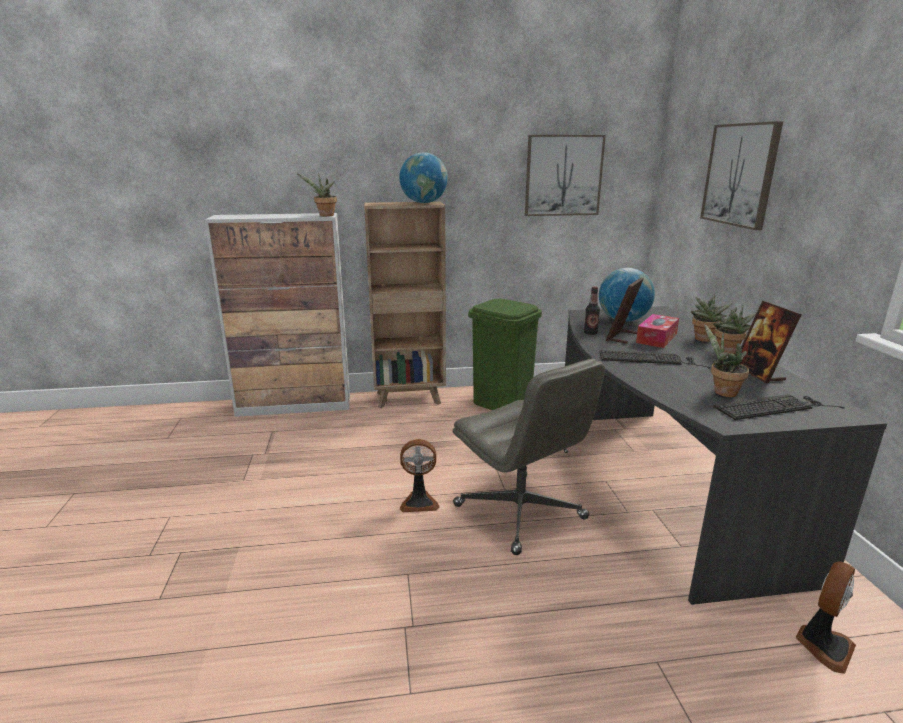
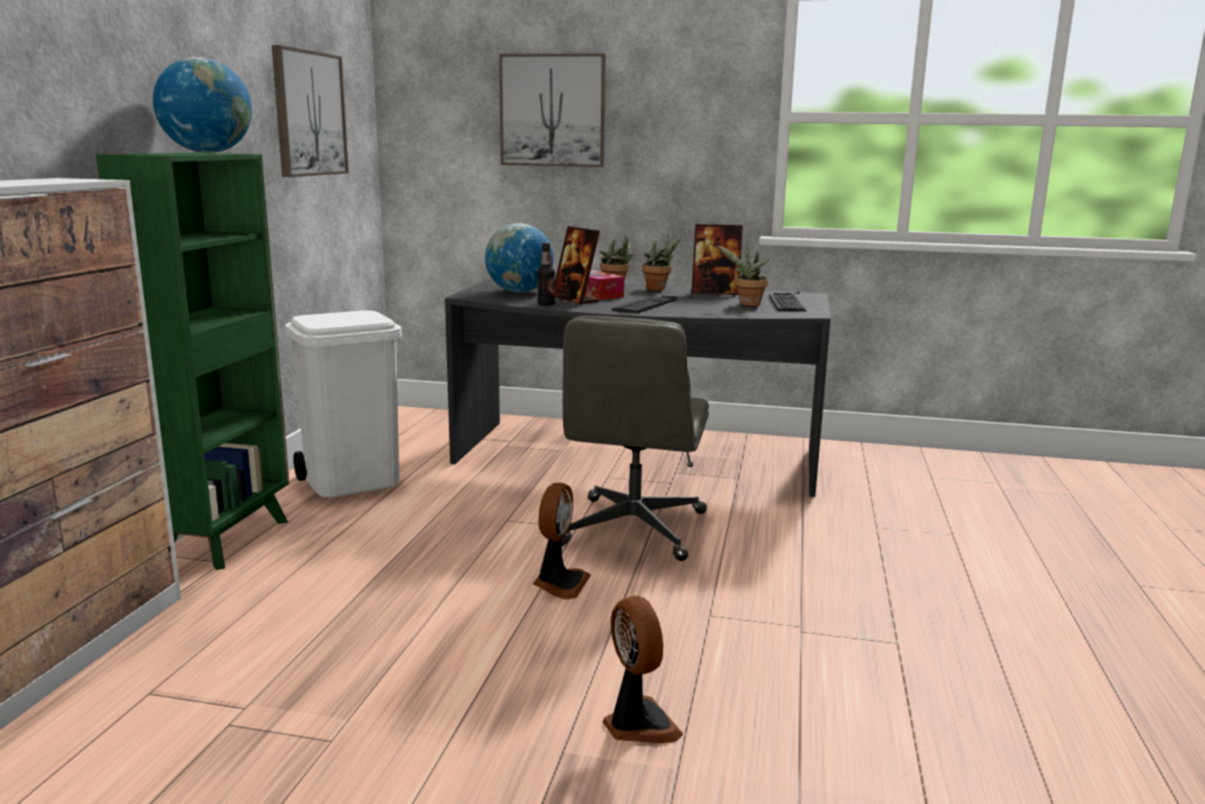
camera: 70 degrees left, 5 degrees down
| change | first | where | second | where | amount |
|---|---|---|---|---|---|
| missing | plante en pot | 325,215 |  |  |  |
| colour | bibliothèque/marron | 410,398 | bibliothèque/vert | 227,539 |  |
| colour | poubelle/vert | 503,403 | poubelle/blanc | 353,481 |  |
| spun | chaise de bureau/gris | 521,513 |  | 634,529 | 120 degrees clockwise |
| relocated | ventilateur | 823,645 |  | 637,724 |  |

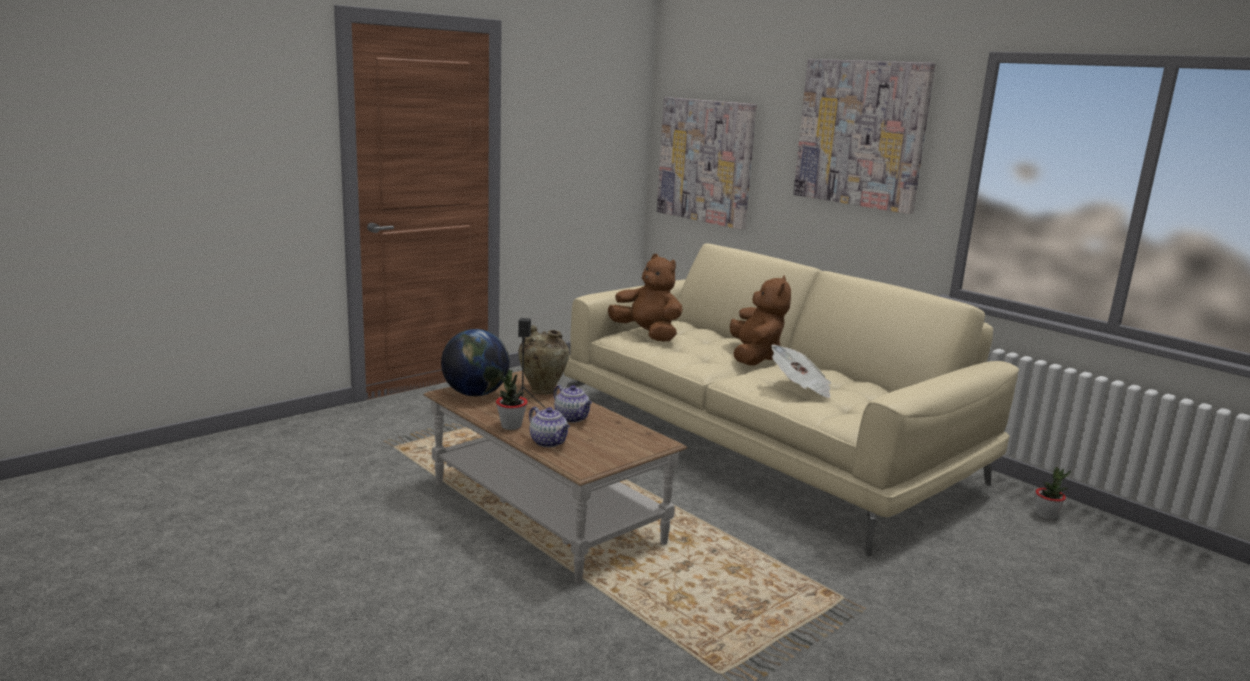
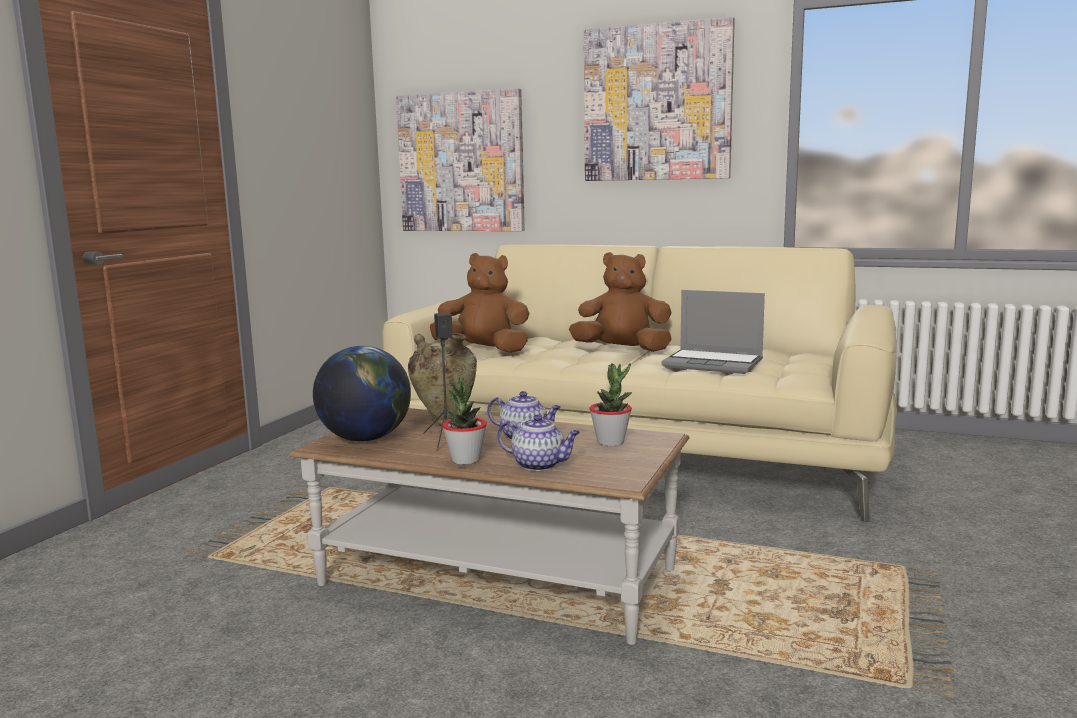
camera: 25 degrees left, 5 degrees down
| change | first | where | second | where | amount |
|---|---|---|---|---|---|
| spun | peluche/marron | 754,357 |  | 622,350 | 60 degrees counterclockwise |
| exchanged | journal | 800,388 | ordinateur portable | 714,363 |  |
| relocated | plante en pot | 1046,515 |  | 610,442 |  |

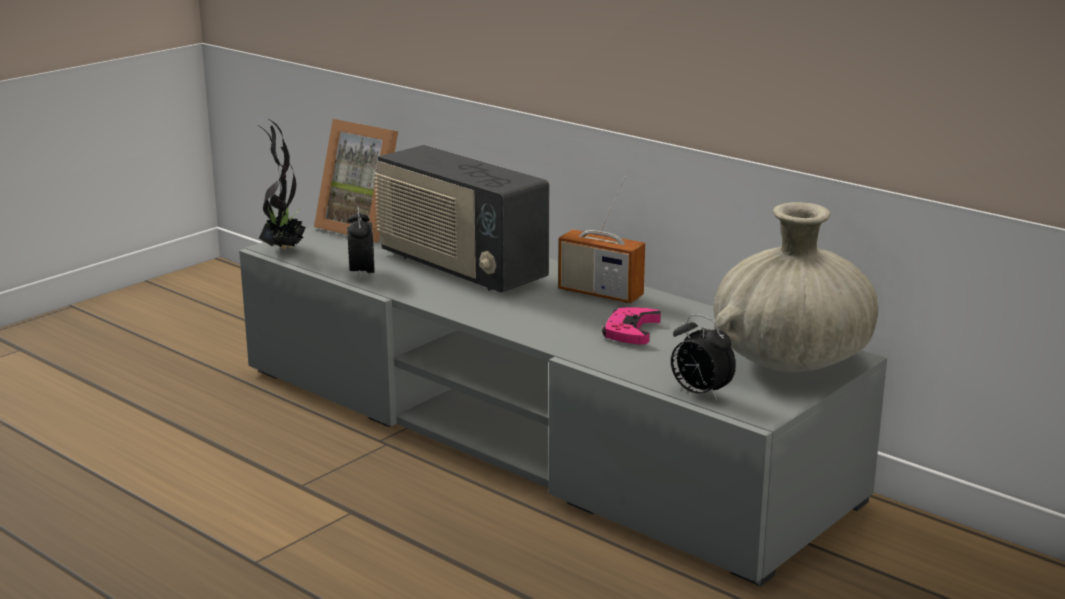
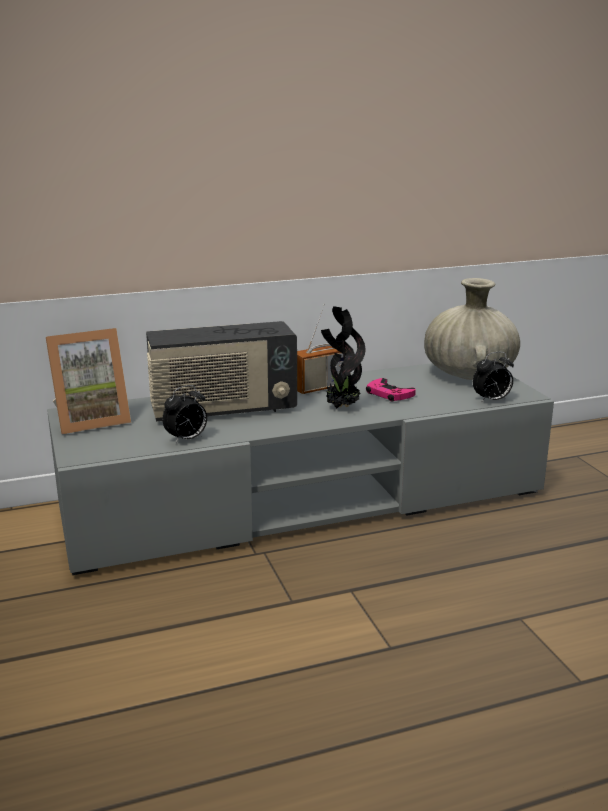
camera: 60 degrees left, 0 degrees up
| change | first | where | second | where | amount |
|---|---|---|---|---|---|
| relocated | plante en pot | 284,248 |  | 341,407 |  |
| spun | réveil | 361,274 |  | 187,439 | 60 degrees counterclockwise |

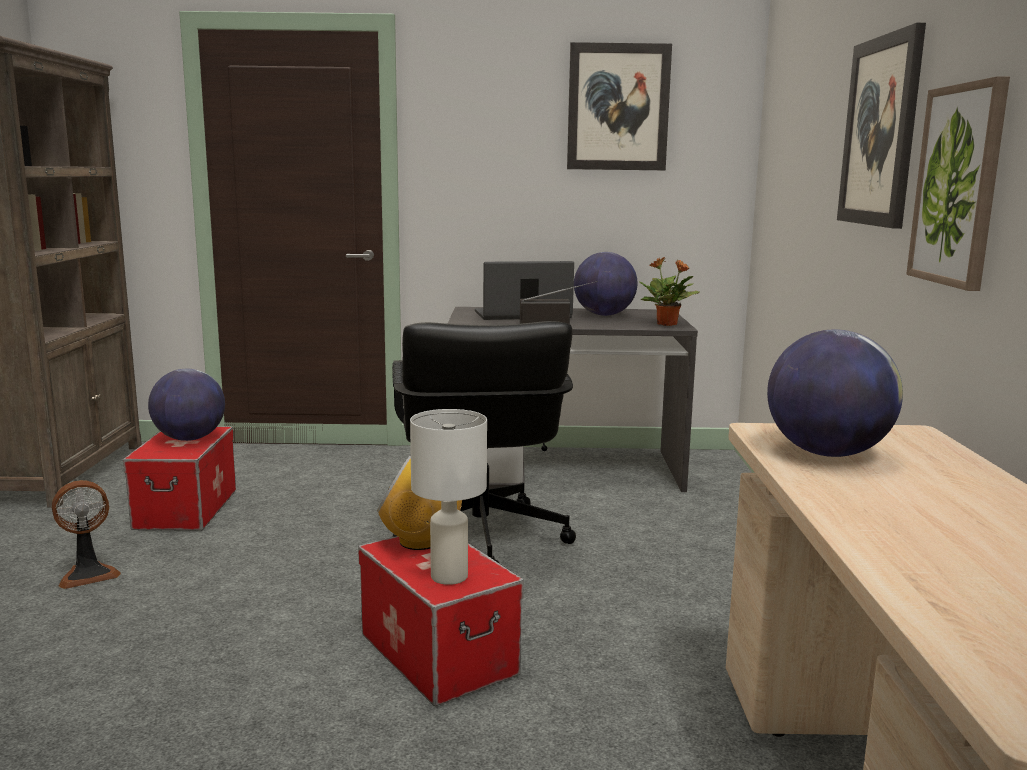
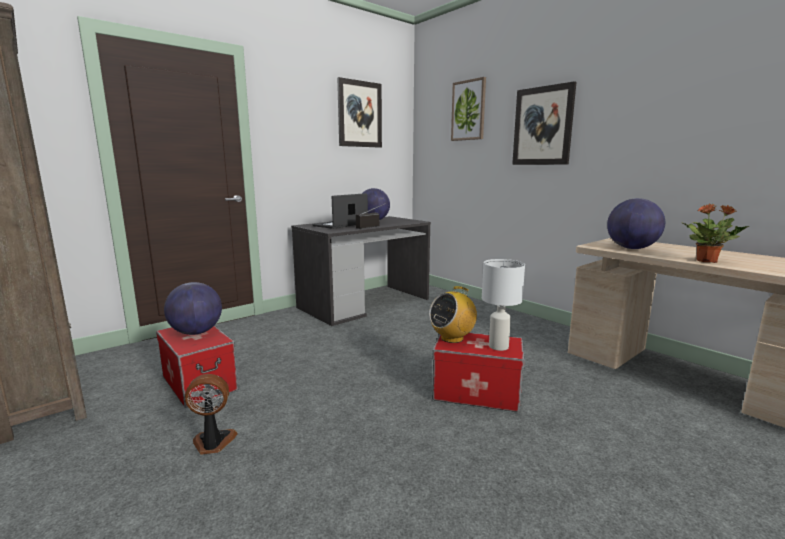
camera: 40 degrees left, 0 degrees up
| change | first | where | second | where | amount |
|---|---|---|---|---|---|
| relocated | tableau | 958,185 |  | 468,110 |  |
| relocated | plante en pot | 667,324 |  | 707,261 |  |
| missing | chaise de bureau/noir | 479,538 |  |  |  |
| spun | ventilateur | 88,574 |  | 213,443 | 120 degrees counterclockwise |

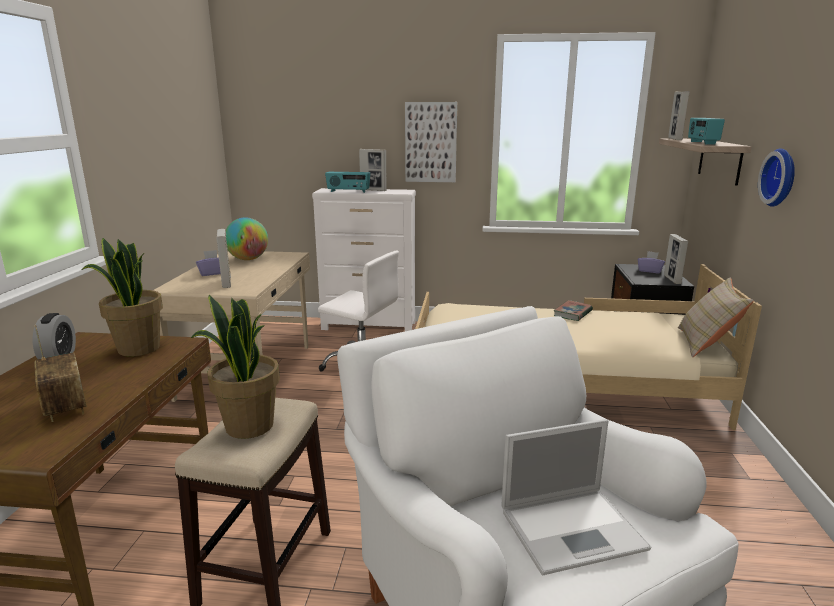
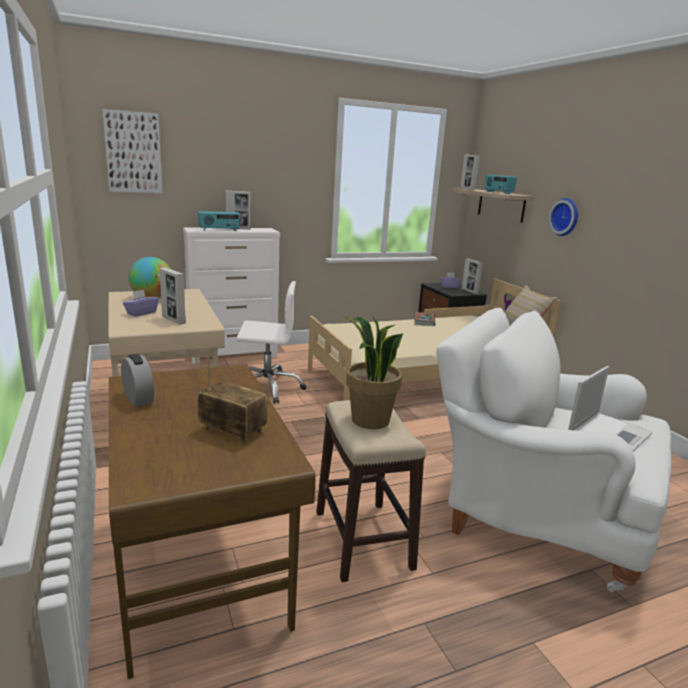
camera: 30 degrees left, 0 degrees up
| change | first | where | second | where | amount |
|---|---|---|---|---|---|
| relocated | tableau | 430,142 |  | 133,152 |  |
| missing | plante en pot | 138,348 |  |  |  |

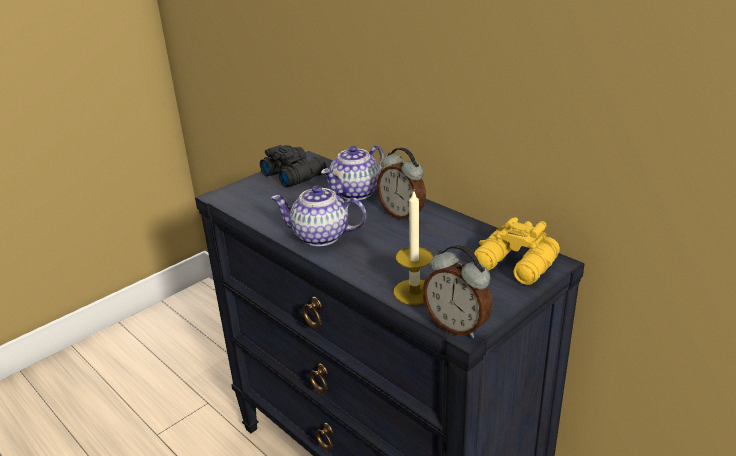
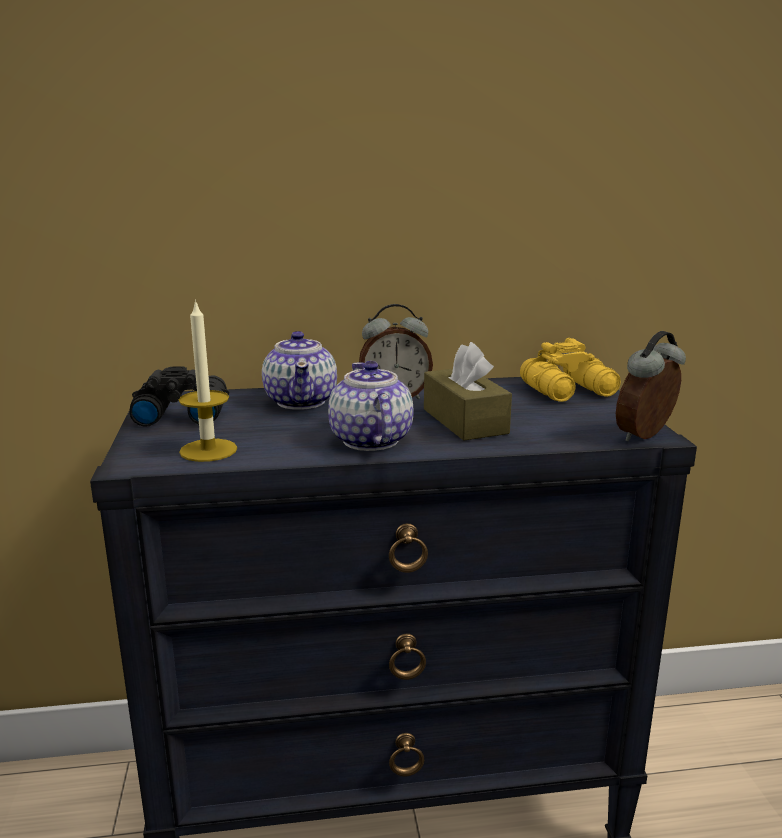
camera: 55 degrees left, 10 degrees down
| change | first | where | second | where | amount |
|---|---|---|---|---|---|
| spun | théière | 321,236 |  | 370,441 | 120 degrees clockwise |
| relocated | bougie | 414,292 |  | 208,450 |  |
| spun | réveil | 457,326 |  | 646,436 | 150 degrees clockwise |
| appeared |  |  | boîte à mouchoirs/marron | 465,421 |  |

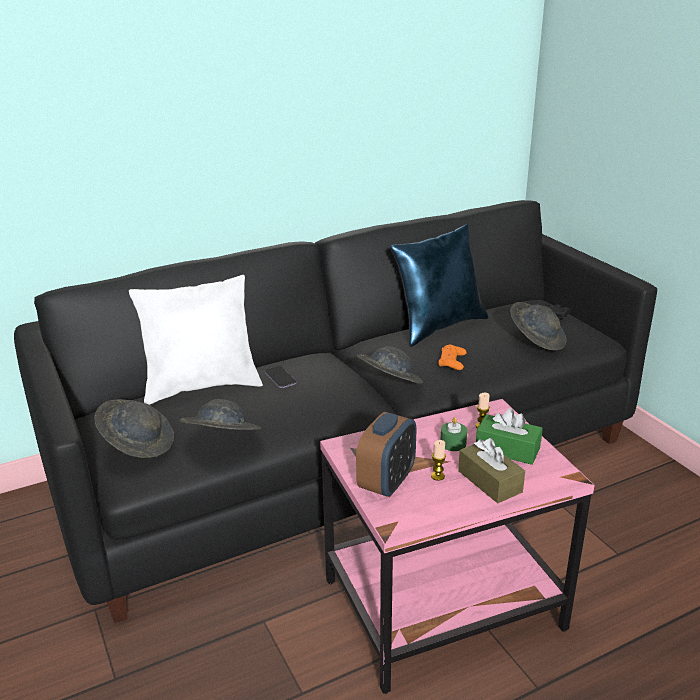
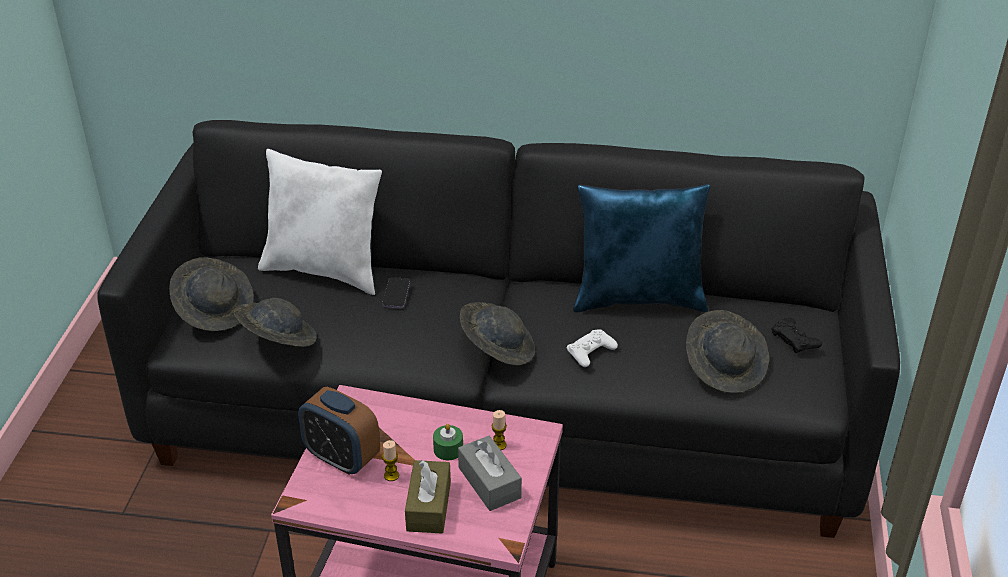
camera: 35 degrees right, 10 degrees up
| change | first | where | second | where | amount |
|---|---|---|---|---|---|
| colour | manette/orange | 452,361 | manette/blanc | 591,352 |  |
| colour | boîte à mouchoirs/vert | 507,449 | boîte à mouchoirs/gris | 489,483 |  |
| spun | réveil | 387,482 |  | 342,458 | 60 degrees clockwise |

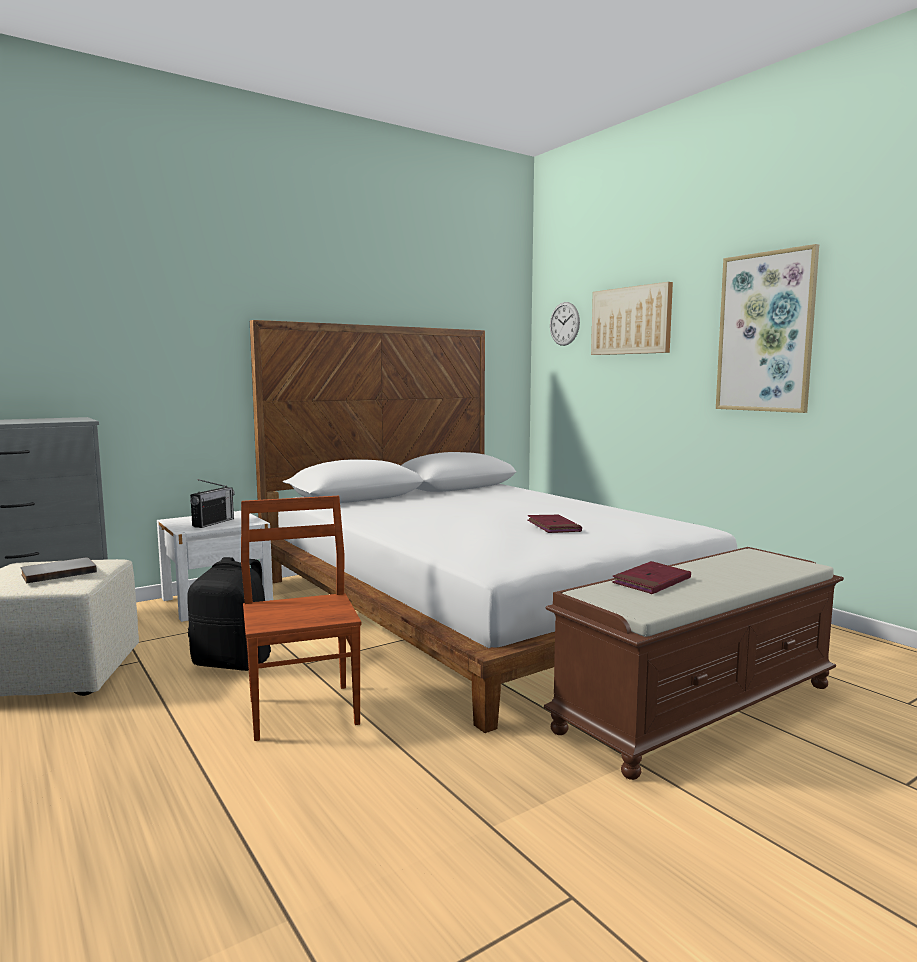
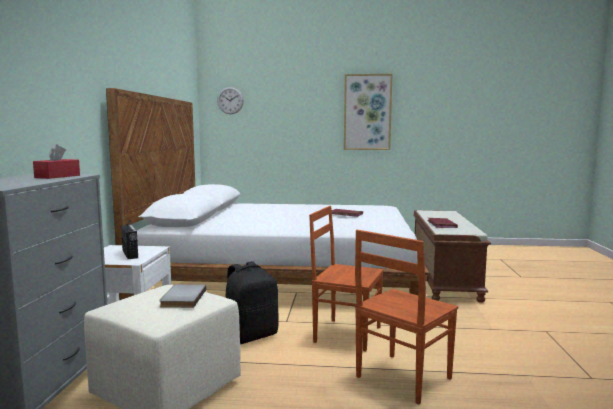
camera: 50 degrees left, 0 degrees up
| change | first | where | second | where | amount |
|---|---|---|---|---|---|
| missing | tableau | 631,320 |  |  |  |
| appeared |  |  | boîte à mouchoirs/rouge | 57,176 |  |
| appeared |  |  | chaise/marron | 401,377 |  |

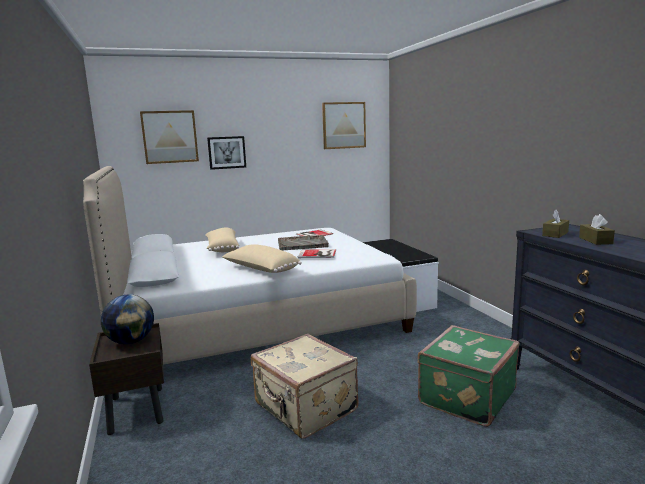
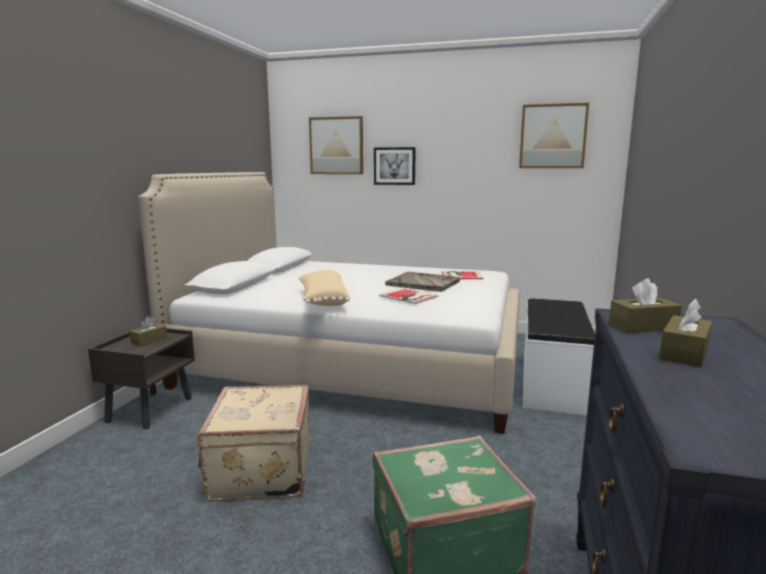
camera: 35 degrees right, 0 degrees up
| change | first | where | second | where | amount |
|---|---|---|---|---|---|
| missing | coussin/beige | 222,249 |  |  |  |
| exchanged | globe | 131,341 | boîte à mouchoirs/marron | 149,340 |  |

